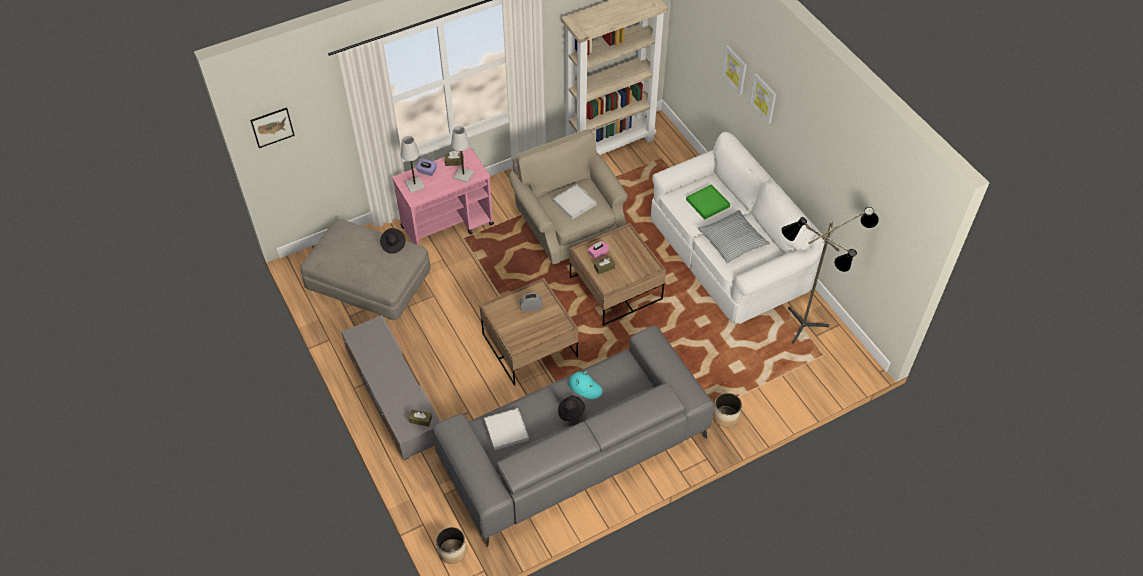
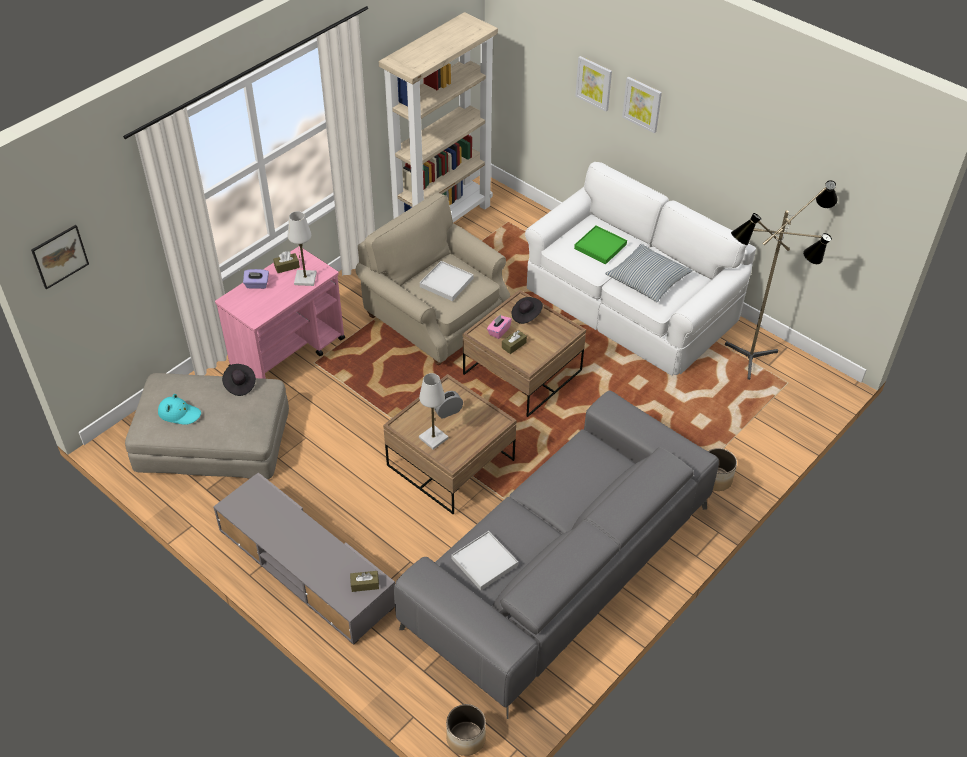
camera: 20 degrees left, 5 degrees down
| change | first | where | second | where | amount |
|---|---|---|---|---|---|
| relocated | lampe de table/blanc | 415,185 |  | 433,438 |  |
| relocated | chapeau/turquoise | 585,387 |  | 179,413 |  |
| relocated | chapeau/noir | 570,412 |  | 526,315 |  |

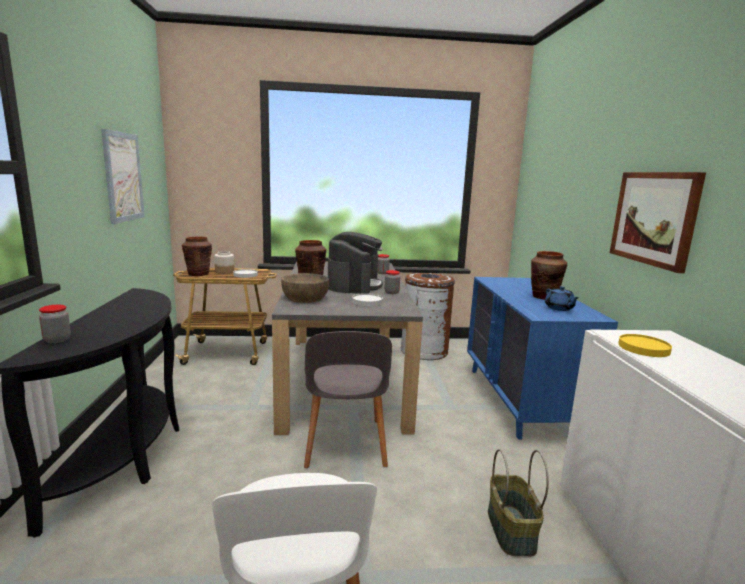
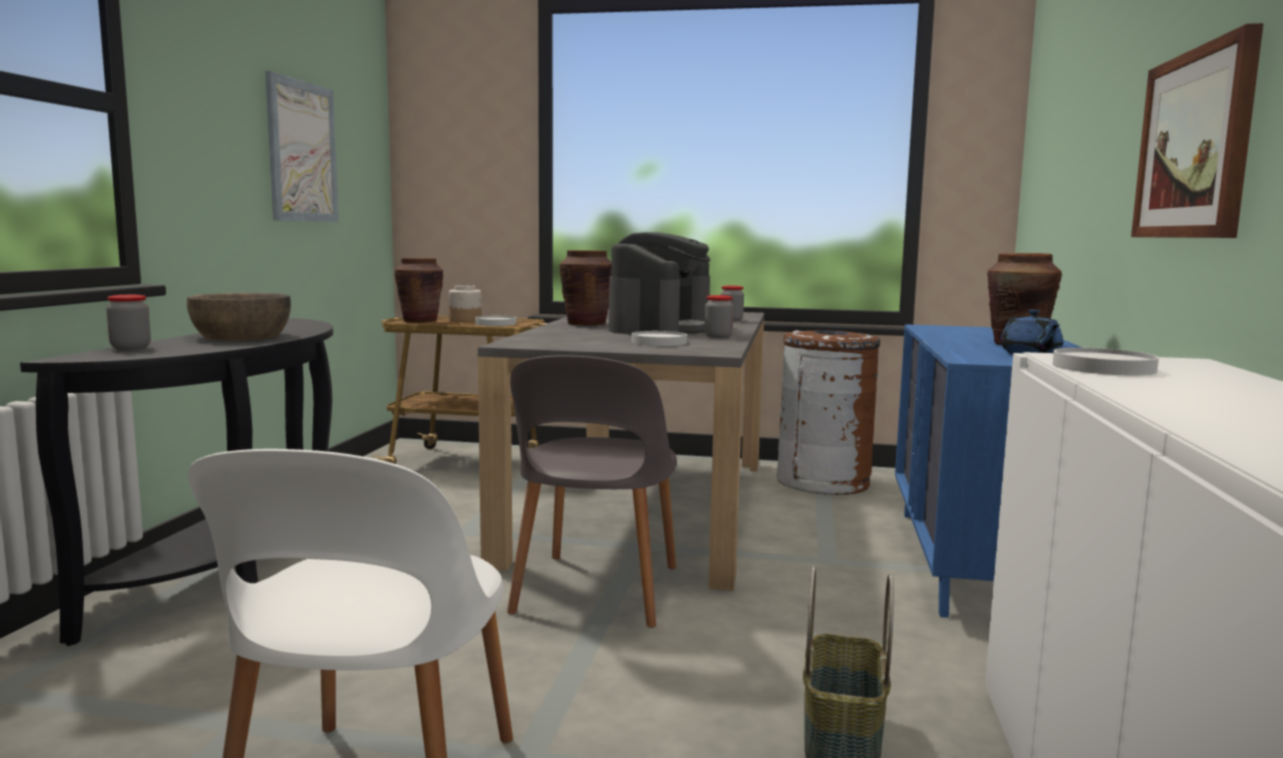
camera: 15 degrees right, 5 degrees down
| change | first | where | second | where | amount |
|---|---|---|---|---|---|
| relocated | bol/marron | 305,298 |  | 242,336 |  |
| colour | assiette/jaune | 644,348 | assiette/blanc | 1104,368 |  |

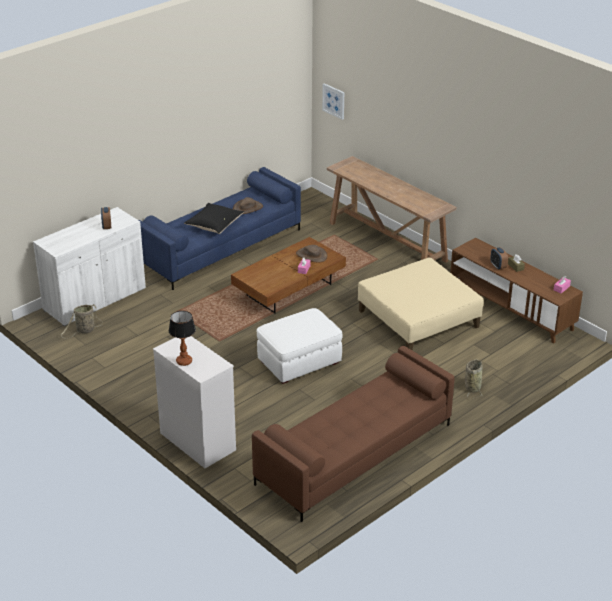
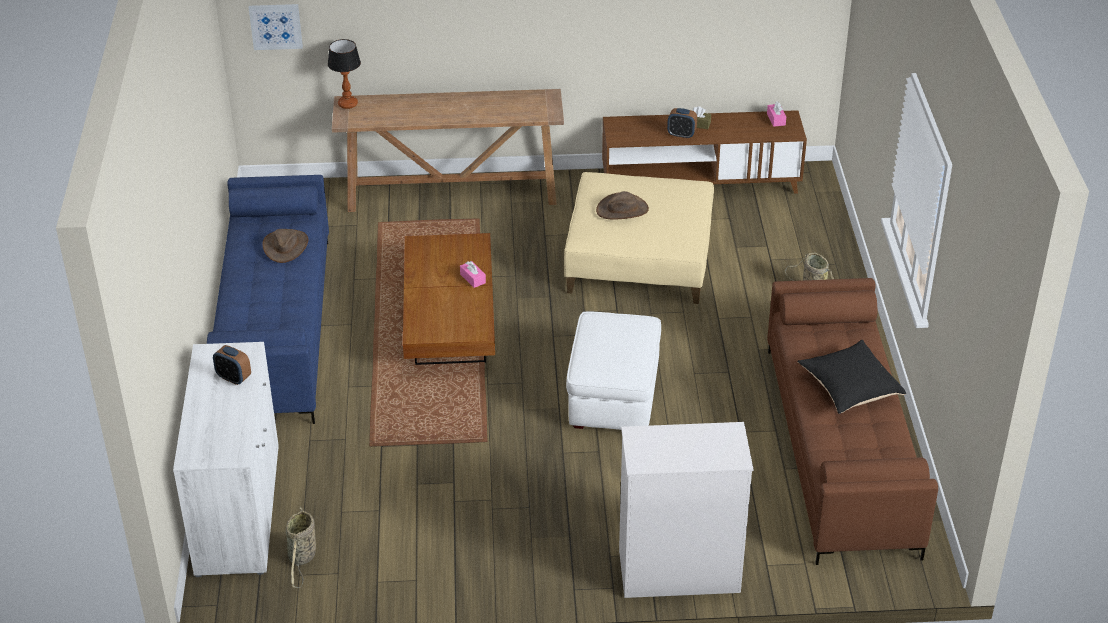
camera: 50 degrees left, 5 degrees up
| change | first | where | second | where | amount |
|---|---|---|---|---|---|
| relocated | coussin/noir | 214,226 |  | 848,389 |  |
| relocated | chapeau/marron | 311,255 |  | 622,209 |  |
| relocated | lampe de table | 184,361 |  | 348,104 |  |

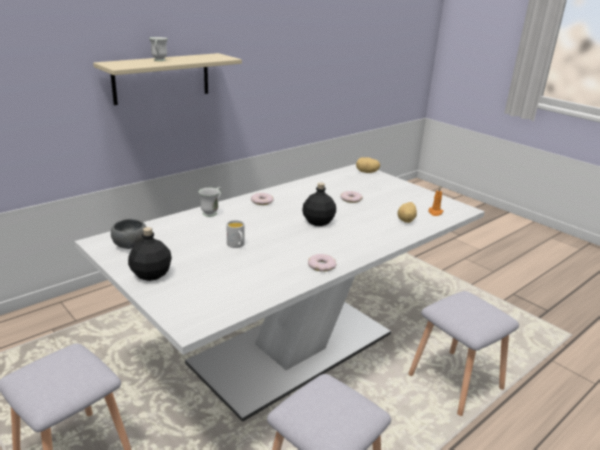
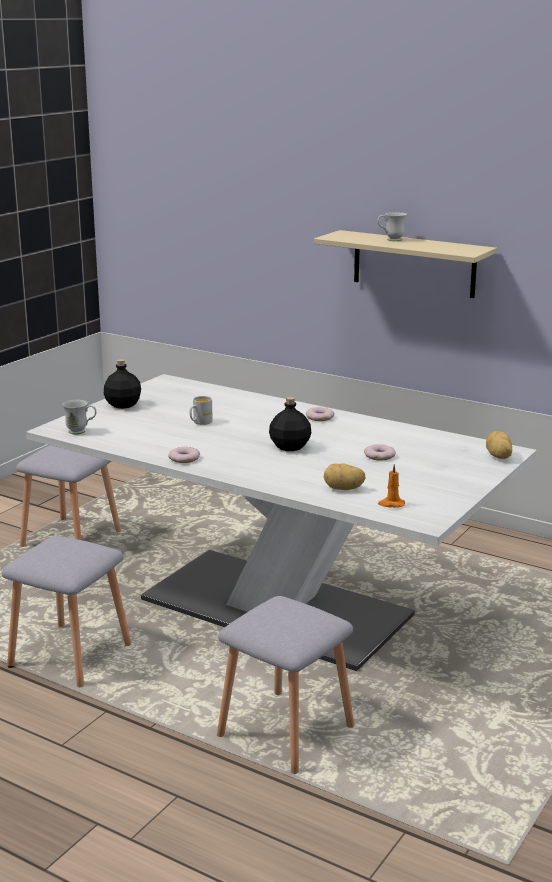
camera: 75 degrees right, 5 degrees down
| change | first | where | second | where | amount |
|---|---|---|---|---|---|
| relocated | mug/blanc | 212,212 |  | 81,432 |  |
| missing | bol/gris | 129,246 |  |  |  |

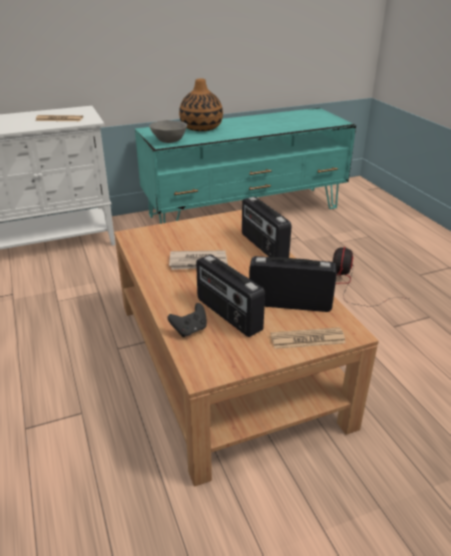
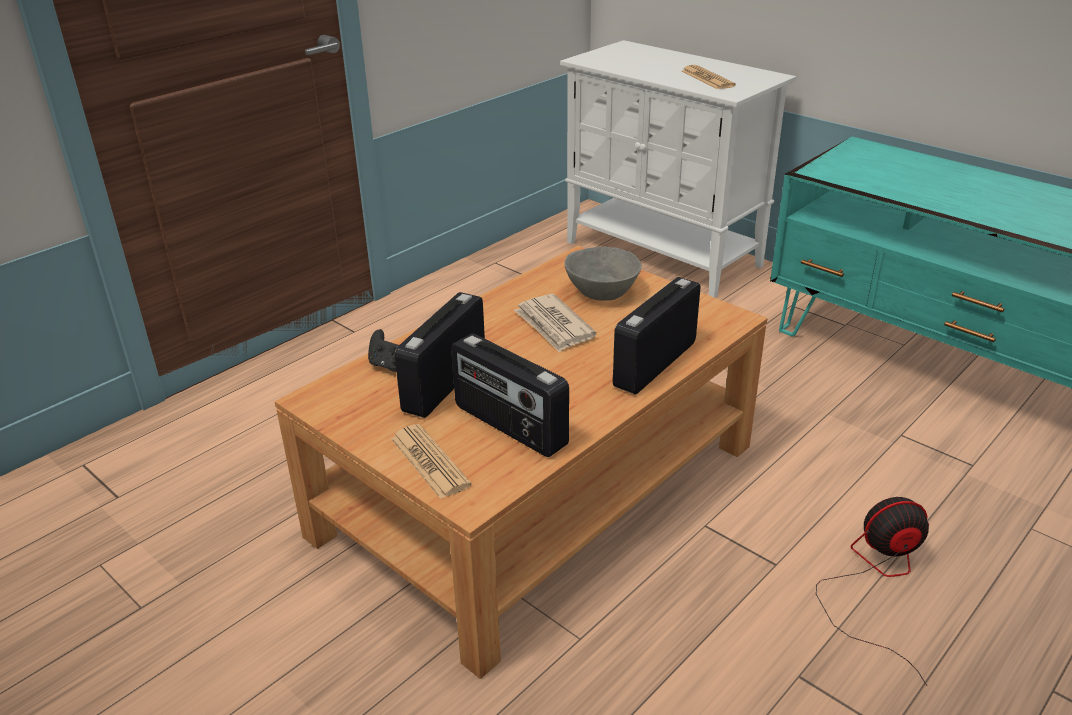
camera: 65 degrees right, 0 degrees up
| change | first | where | second | where | amount |
|---|---|---|---|---|---|
| missing | vase | 201,127 |  |  |  |
| relocated | bol/gris | 169,140 |  | 603,292 |  |
| spun | radio | 289,303 |  | 509,426 | 150 degrees clockwise |

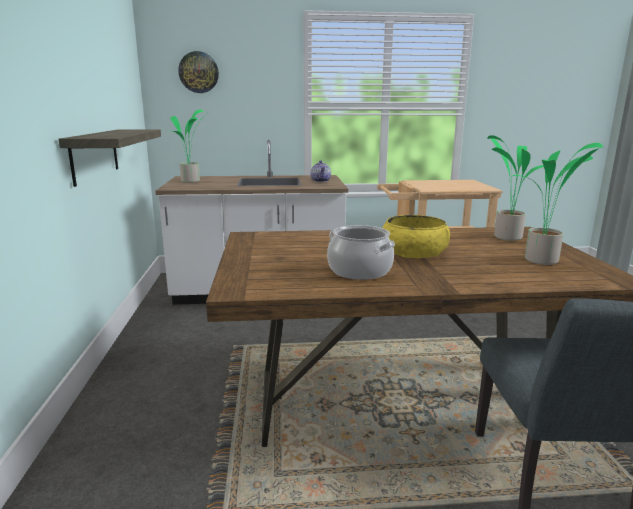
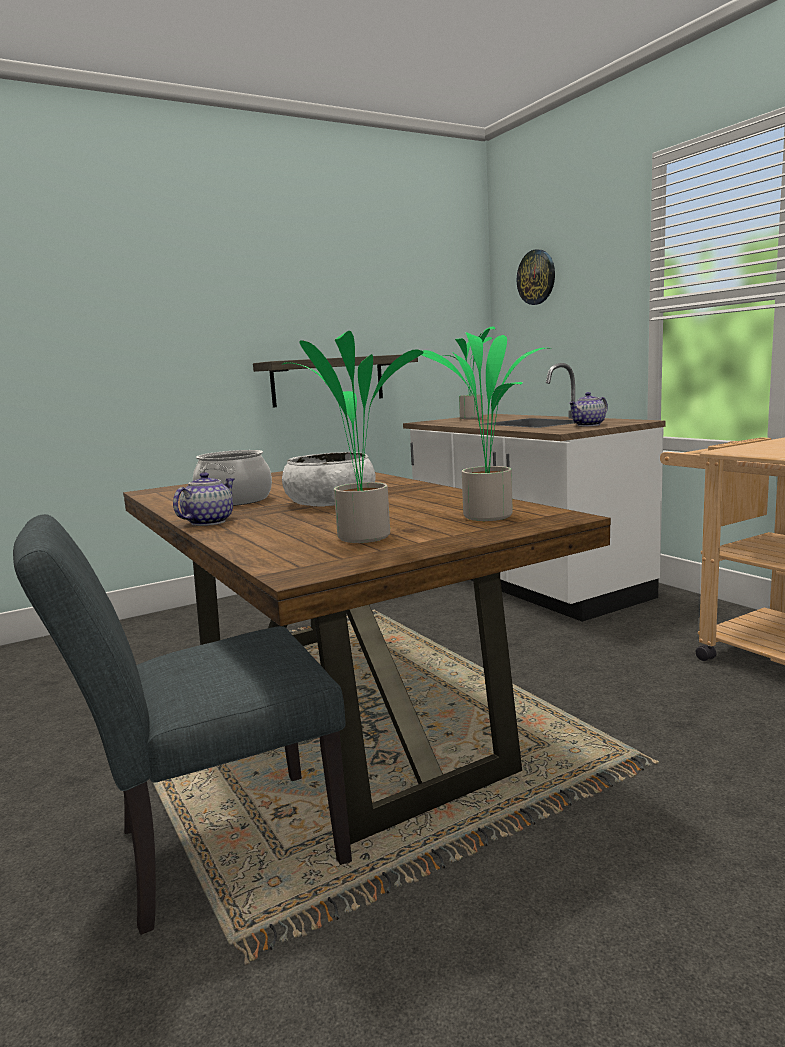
camera: 65 degrees right, 5 degrees down
| change | first | where | second | where | amount |
|---|---|---|---|---|---|
| colour | bol/jaune | 414,252 | bol/blanc | 330,502 |  |
| appeared |  |  | théière | 208,522 |  |

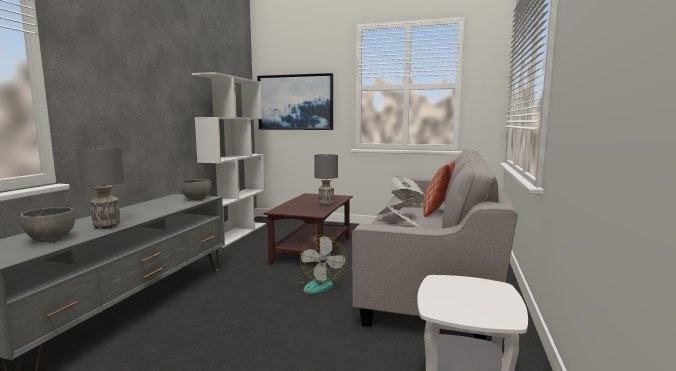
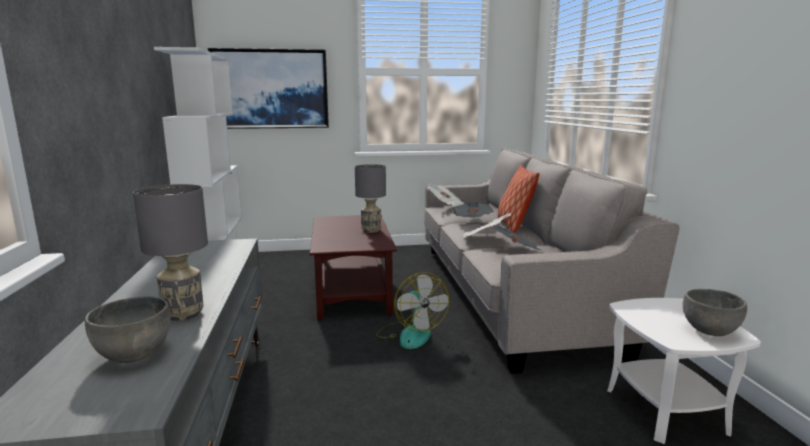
camera: 25 degrees left, 5 degrees up
| change | first | where | second | where | amount |
|---|---|---|---|---|---|
| relocated | bol/gris | 197,199 |  | 709,331 |  |

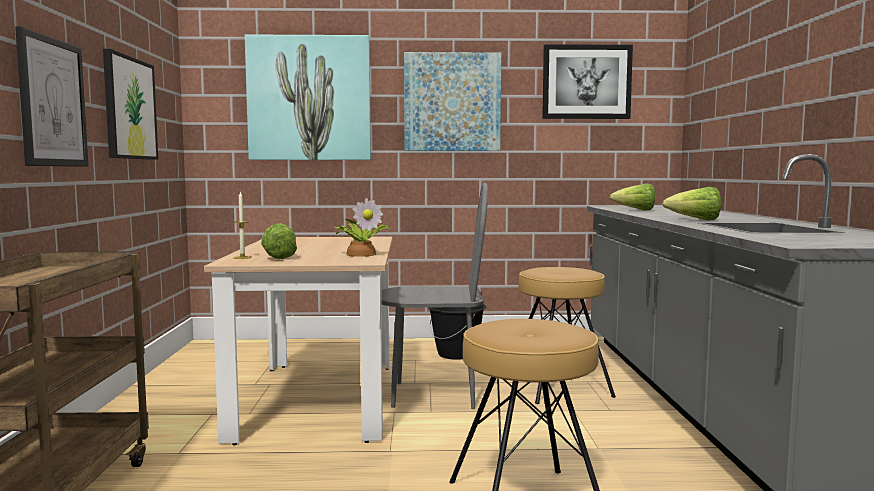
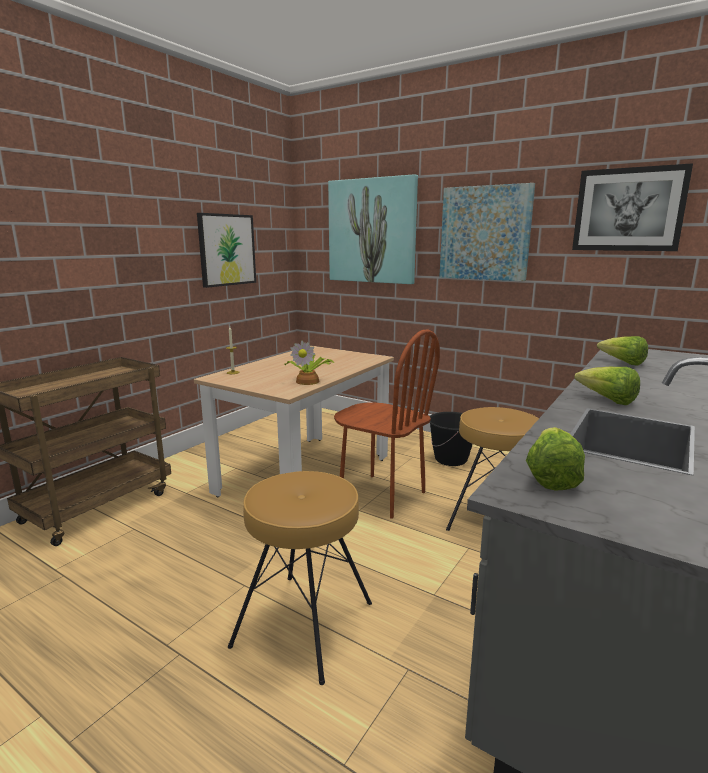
camera: 35 degrees right, 10 degrees up
| change | first | where | second | where | amount |
|---|---|---|---|---|---|
| missing | tableau | 52,102 |  |  |  |
| colour | chaise/gris | 434,395 | chaise/marron | 381,495 |  |
| relocated | laitue | 278,257 |  | 550,478 |  |

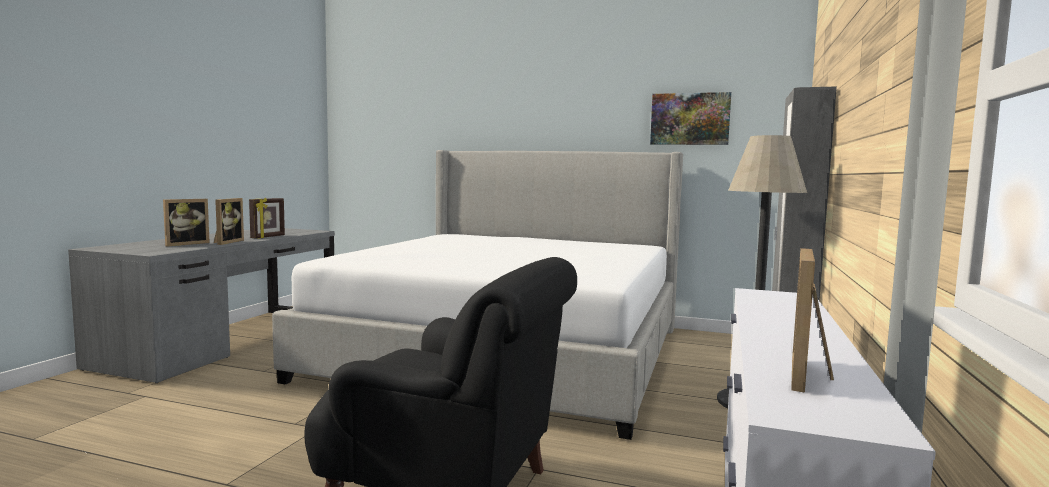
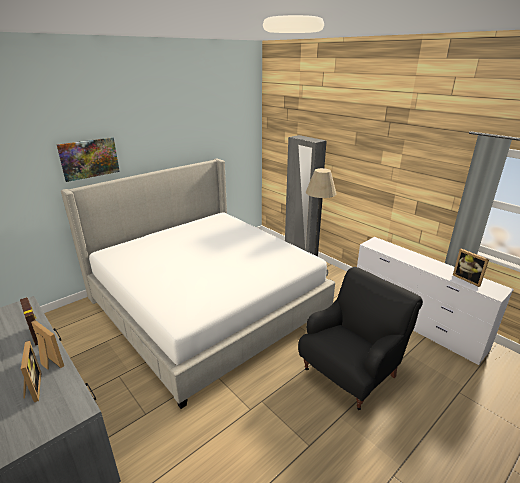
camera: 60 degrees left, 20 degrees up
| change | first | where | second | where | amount |
|---|---|---|---|---|---|
| relocated | tableau | 690,119 |  | 89,158 |  |

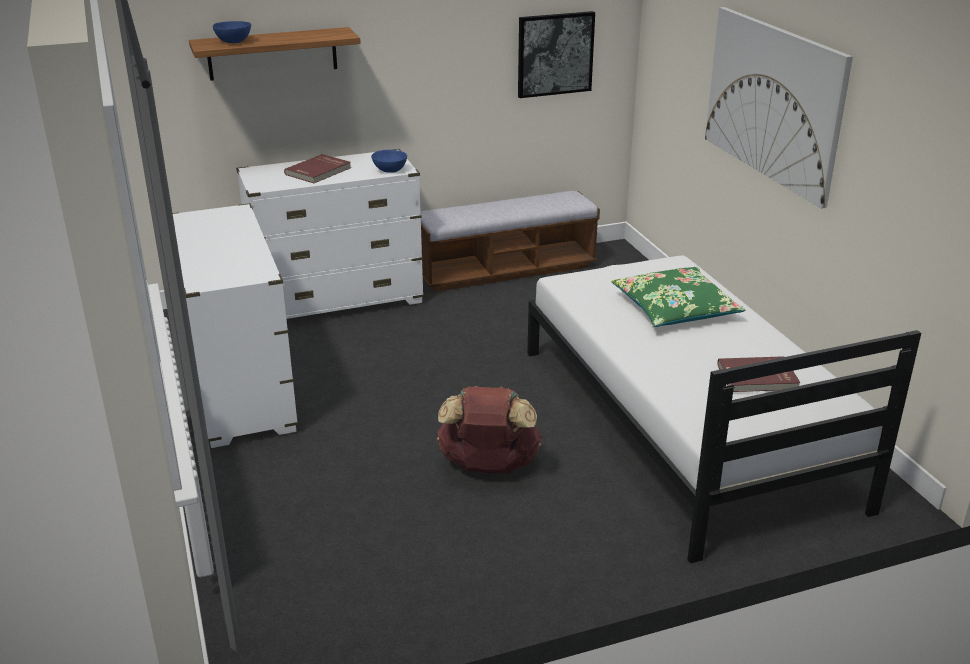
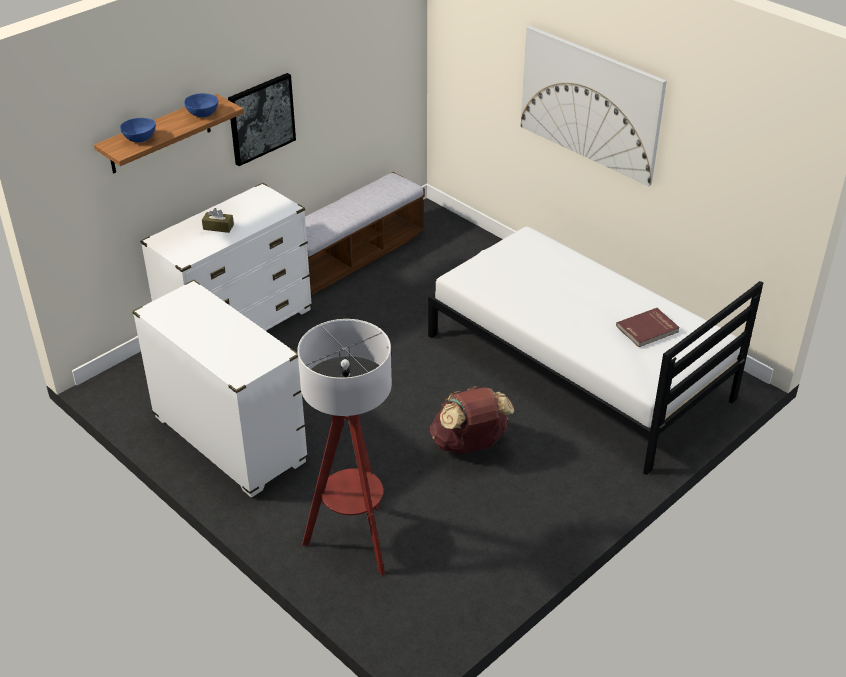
camera: 25 degrees left, 10 degrees up
| change | first | where | second | where | amount |
|---|---|---|---|---|---|
| relocated | tableau | 555,54 |  | 261,118 |  |
| relocated | bol/bleu | 389,170 |  | 202,114 |  |
| exchanged | livre/rouge | 319,171 | boîte à mouchoirs/marron | 218,227 |  |
| missing | coussin/vert | 675,309 |  |  |  |
| appeared |  |  | lampadaire | 354,541 |  |

